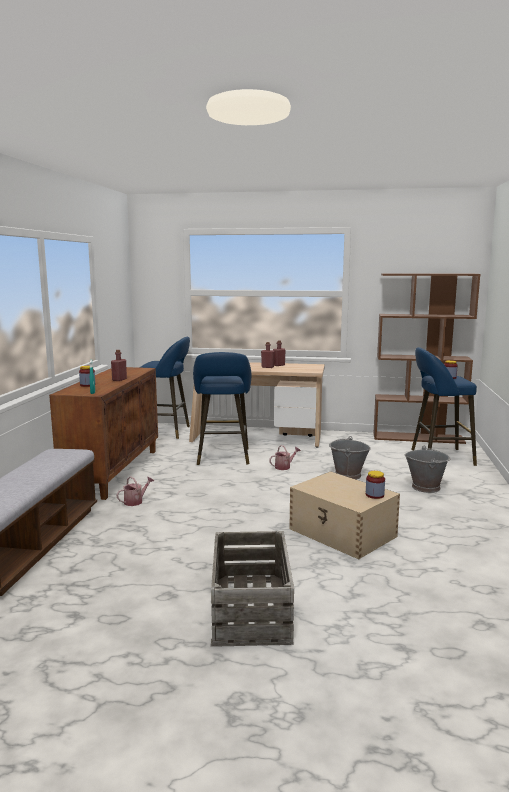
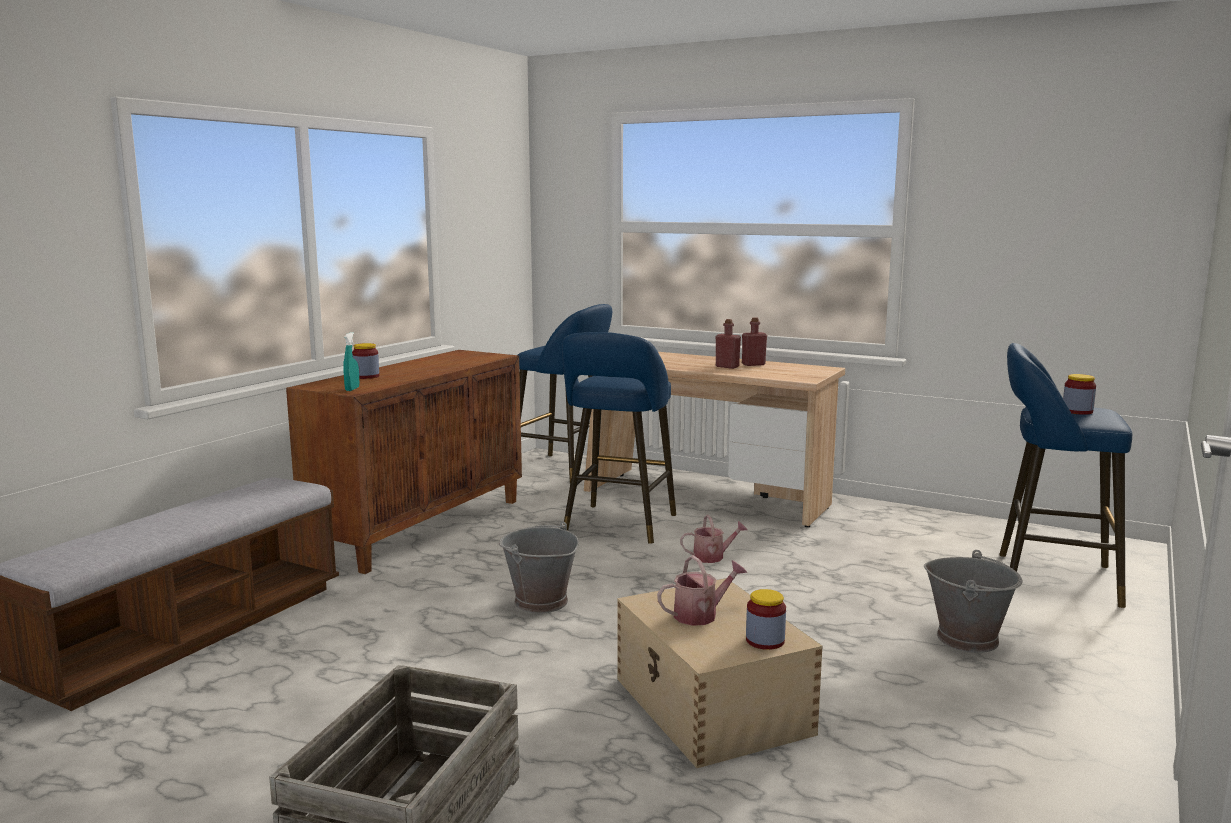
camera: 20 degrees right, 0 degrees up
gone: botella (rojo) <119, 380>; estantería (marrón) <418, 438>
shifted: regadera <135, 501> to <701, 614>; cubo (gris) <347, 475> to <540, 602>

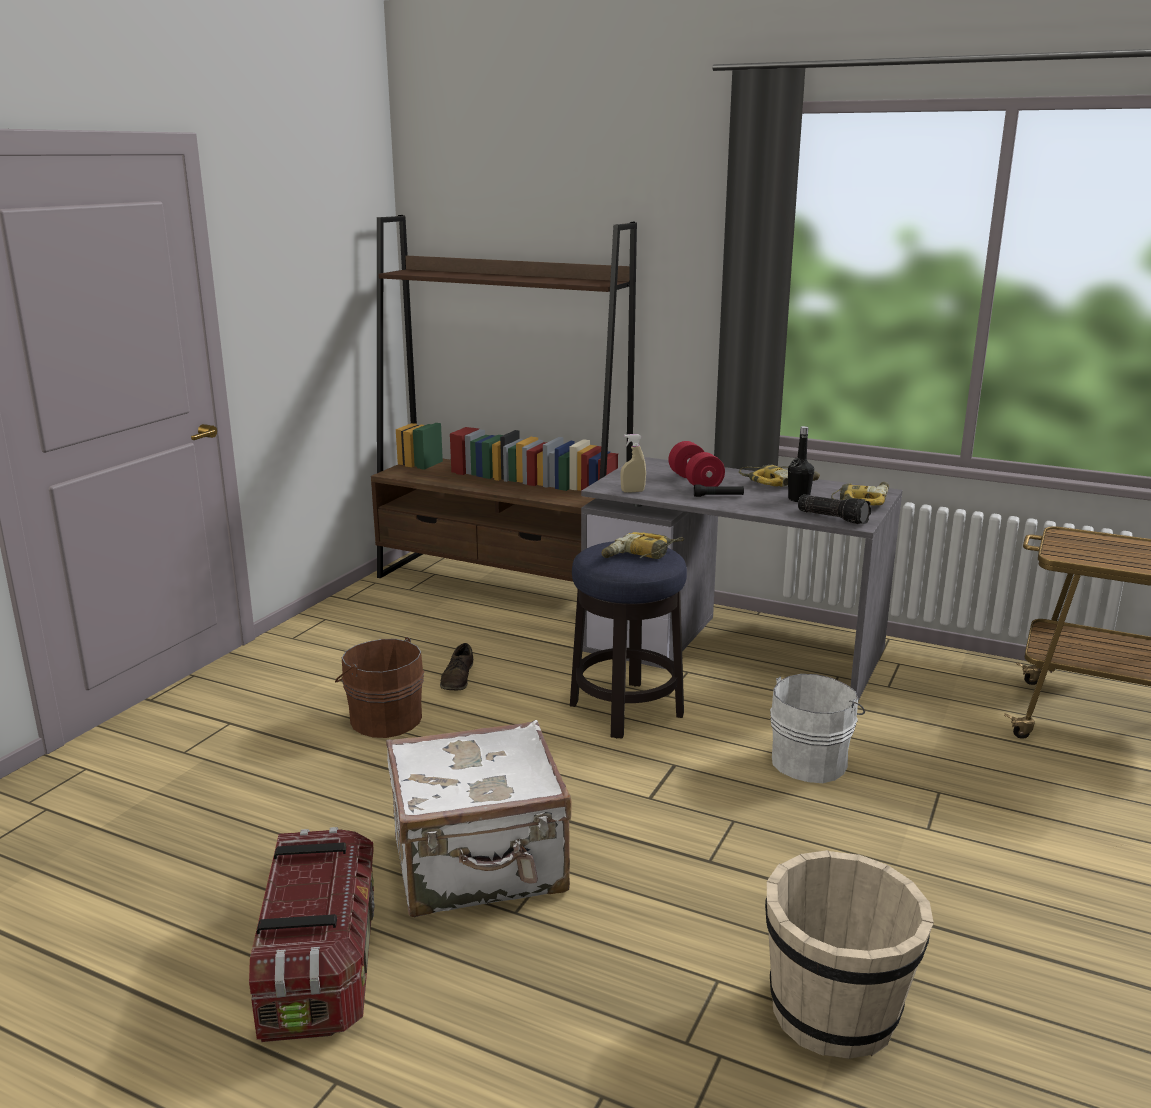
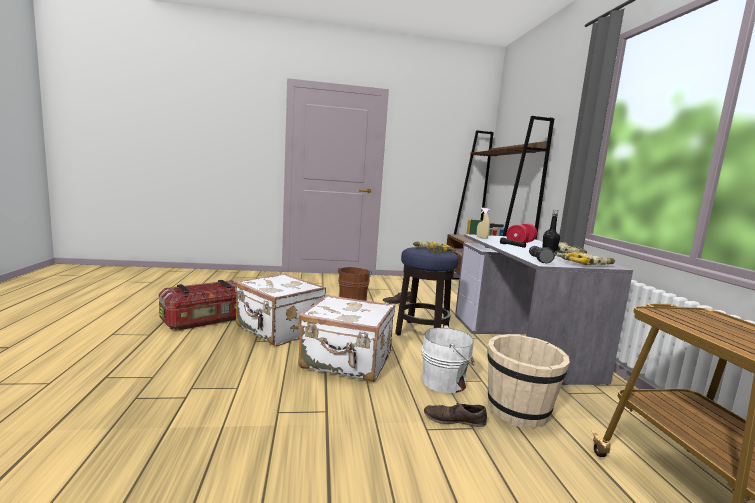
camera: 55 degrees right, 10 degrees down
new: maleta (blanco) <347, 362>; zapato (marrón) <454, 420>
shifted: cubo (beis) <835, 1013> to <518, 411>

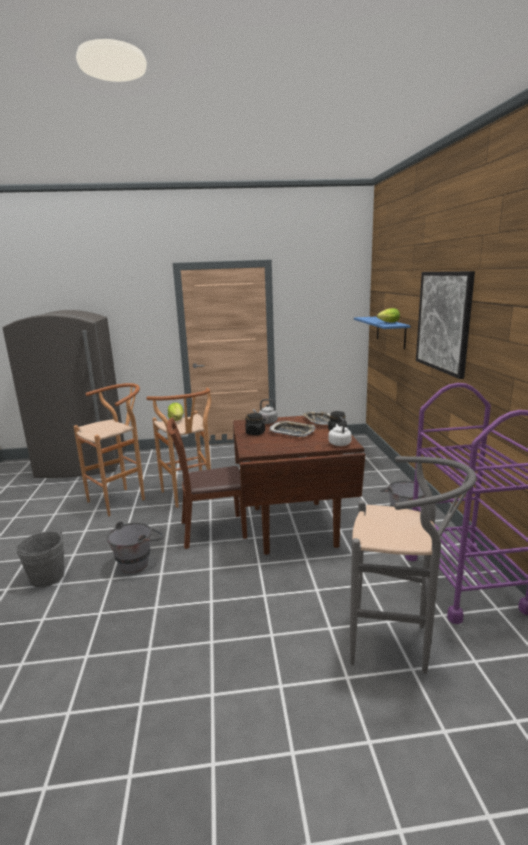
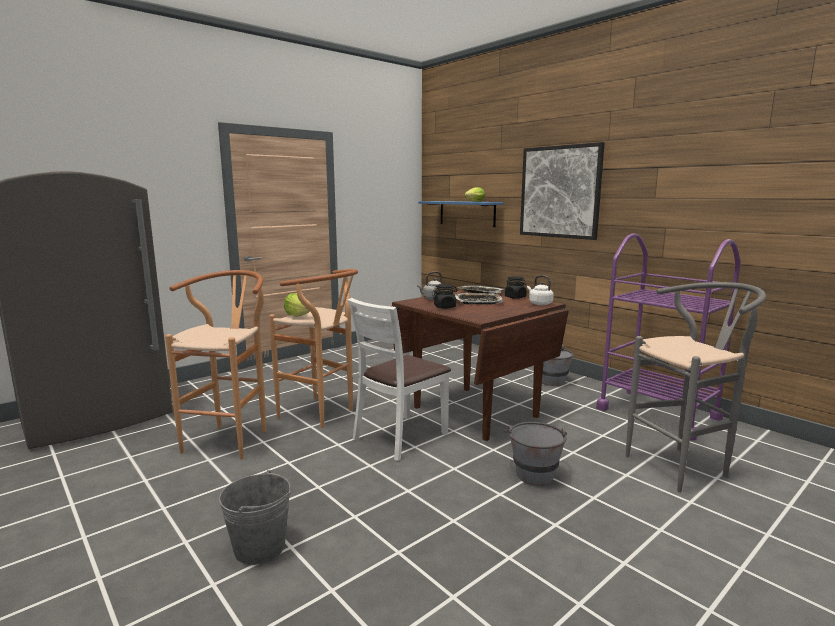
camera: 35 degrees left, 5 degrees down
shifted: cubo (gris) <139, 561> to <533, 471>
repainted: silla (marrón) <212, 530> to silla (blanco) <400, 437>

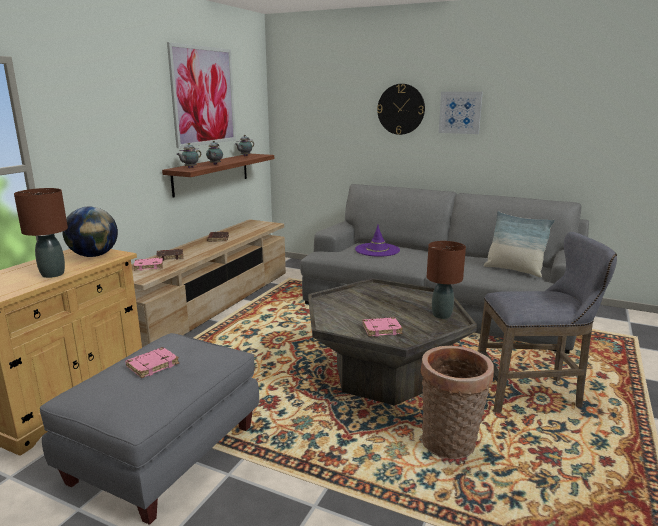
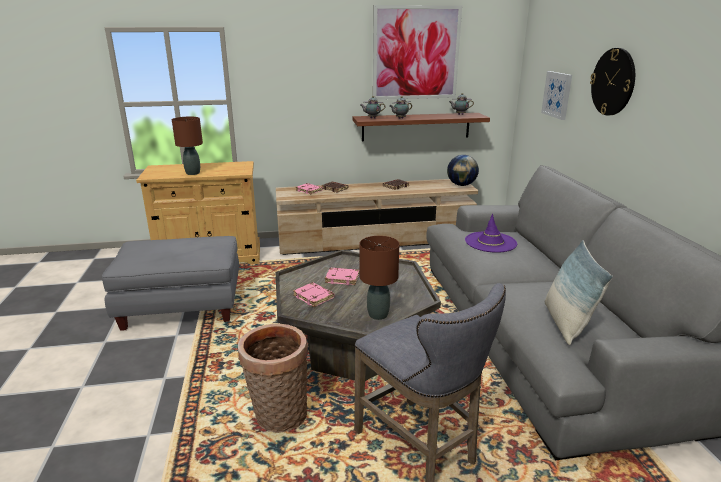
camera: 55 degrees right, 5 degrees up
shifted: globo terráqueo <94, 255> to <461, 185>; libro (rosa) <153, 365> to <343, 278>; cuadro <460, 112> to <557, 95>

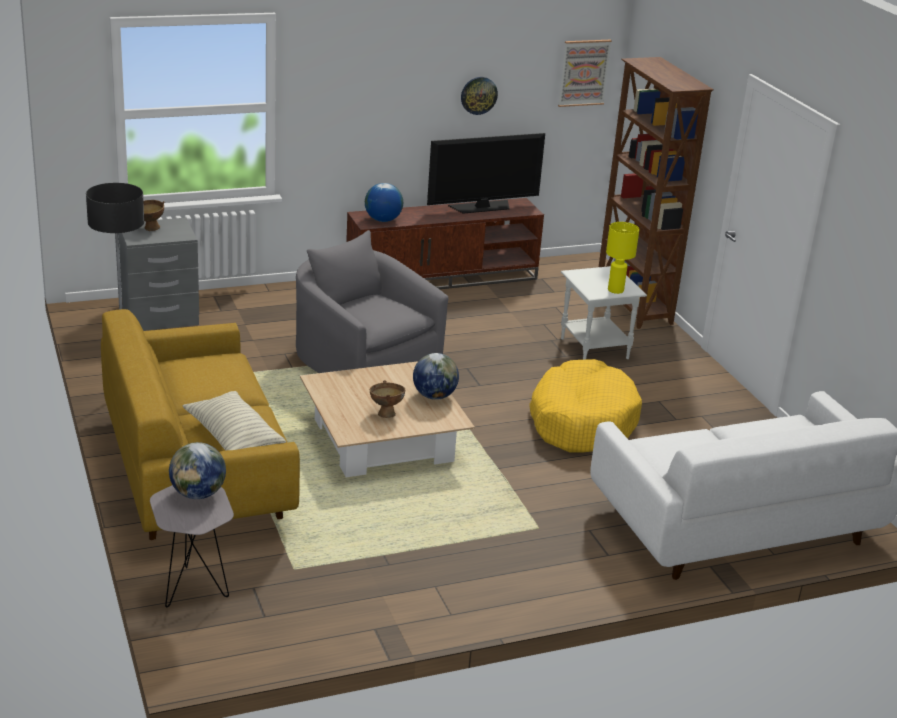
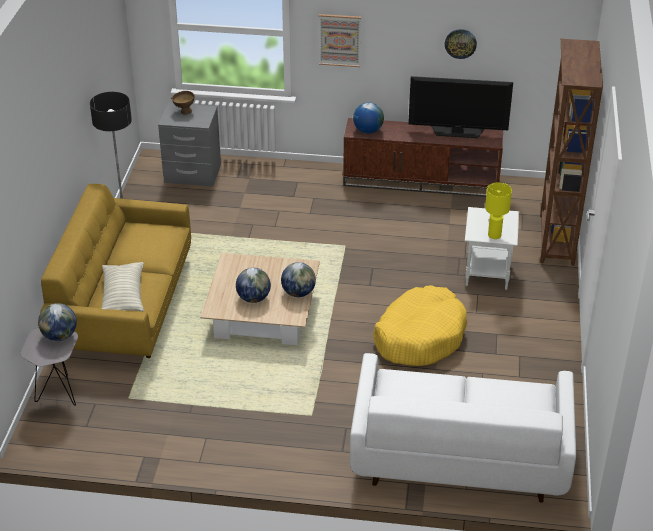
camera: 30 degrees right, 10 degrees up
gone: sillón (gris) <362, 360>
shifted: cuadro <584, 72> to <339, 40>
swapped: cuenco (marrón) <386, 412> to globo terráqueo <253, 298>

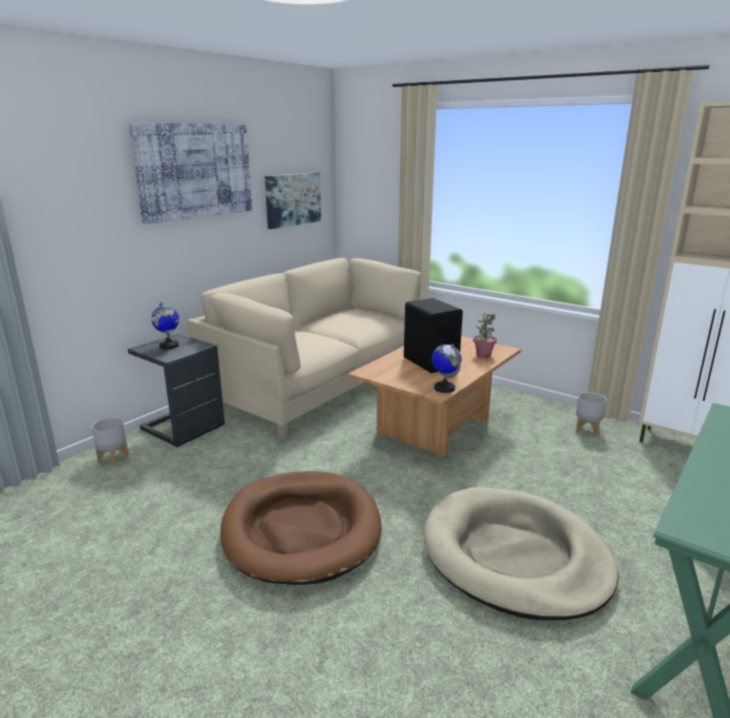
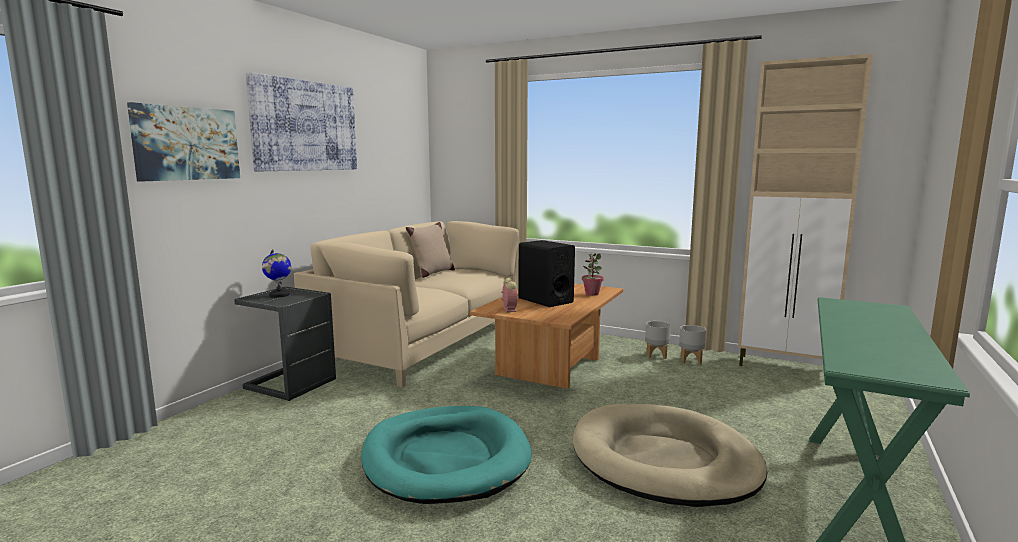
camera: 10 degrees left, 10 degrees down
gone: globo terráqueo <444, 388>
new: cojín (beis) <432, 273>; despertador <509, 309>
shifted: maceta (gris) <113, 459> to <656, 355>; cuadro <293, 199> to <186, 143>
repainted: cama para perro (marrón) <301, 530> to cama para perro (turquesa) <446, 459>

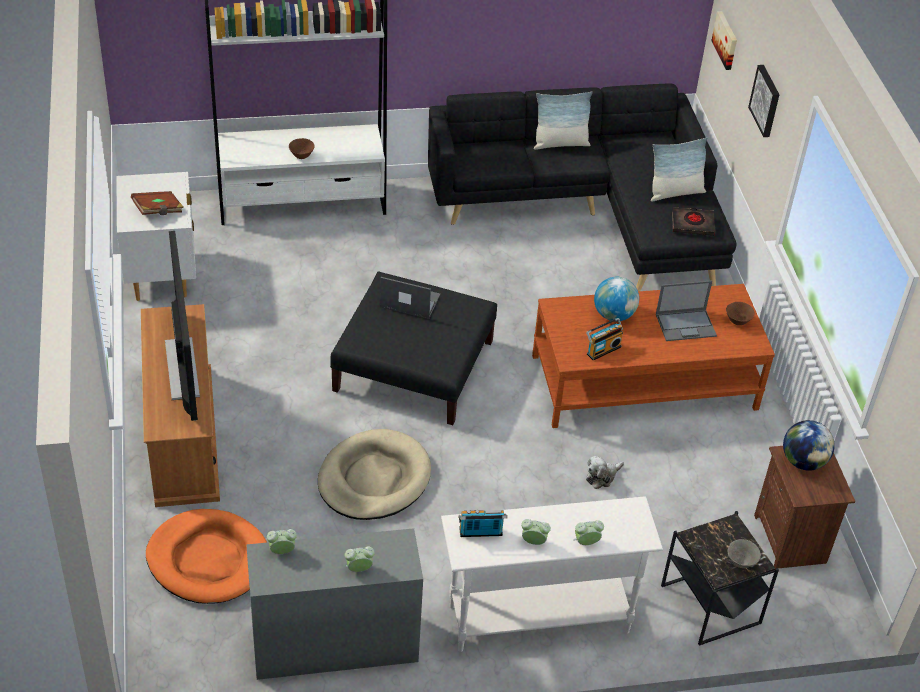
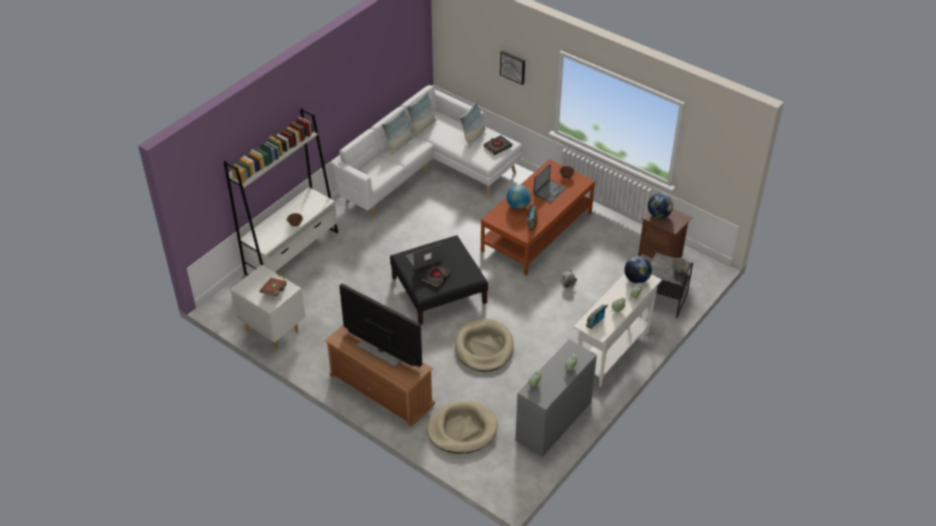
camera: 40 degrees left, 0 degrees up
gone: cuadro <726, 40>
new: cojín <422, 127>; libro (negro) <436, 276>; globo terráqueo <636, 279>
repainted: cama para perro (naranja) <208, 560> to cama para perro (beis) <462, 429>; sofá (negro) <592, 215> to sofá (blanco) <428, 173>

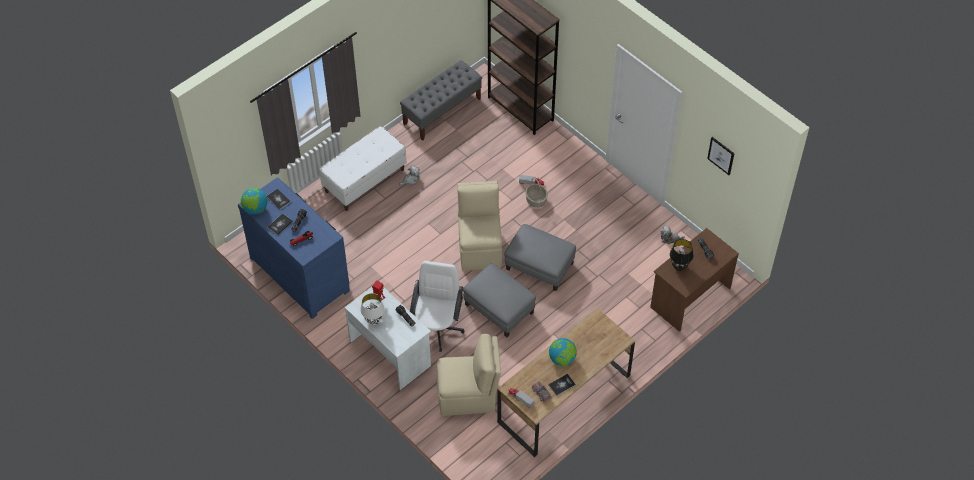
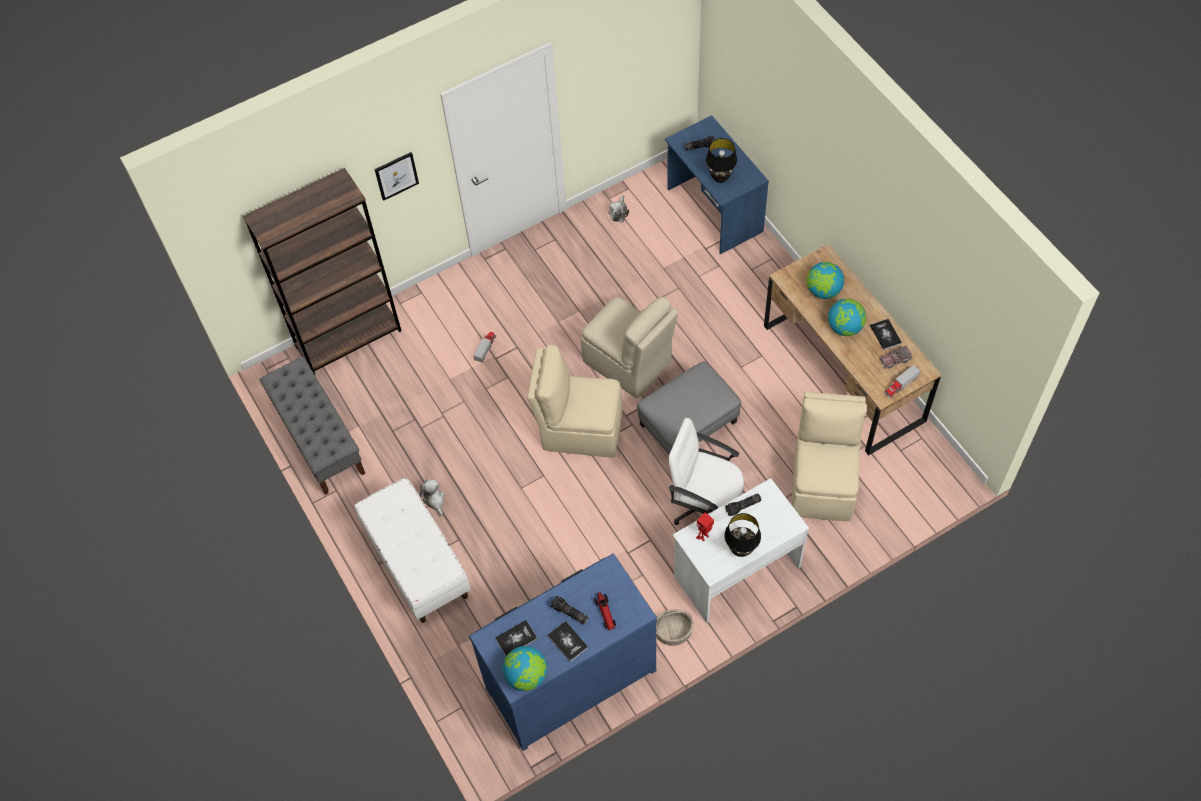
camera: 75 degrees left, 5 degrees up
new: globo terráqueo <823, 290>
shifted: cesta <536, 200> to <673, 632>; cuadro <721, 155> to <396, 175>
swapped: puf (gris) <539, 266> to silla (beis) <628, 364>
repainted: lámpara de mesa (blanco) <374, 321> to lámpara de mesa (negro) <741, 549>; escritorio (marrón) <689, 297> to escritorio (azul) <713, 211>

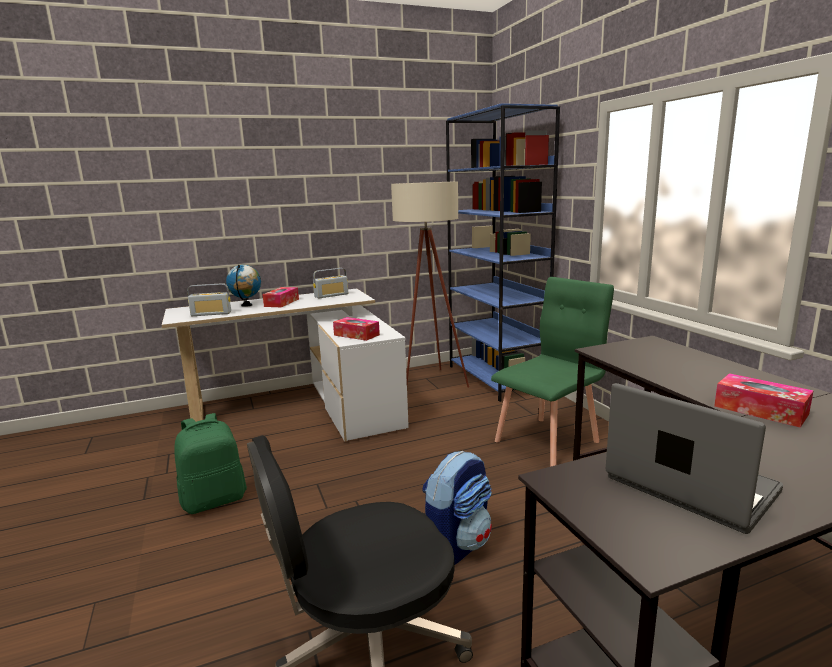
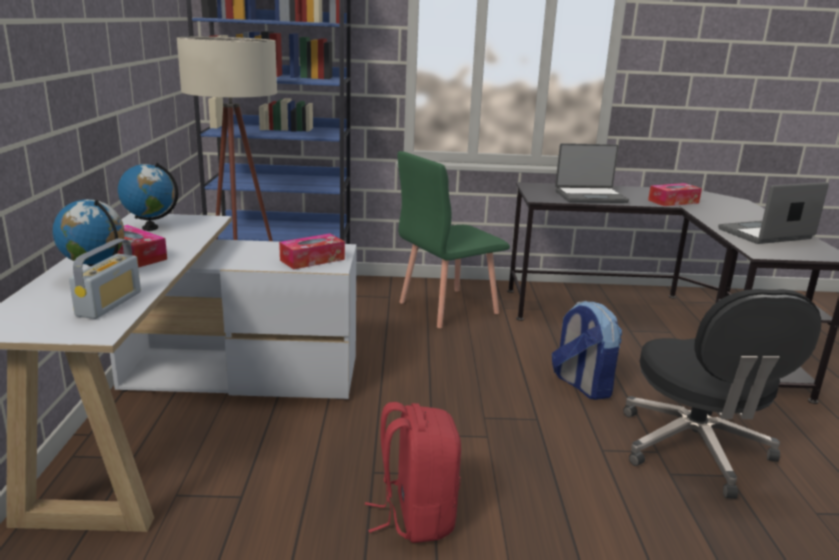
camera: 70 degrees left, 5 degrees up
new: portátil <590, 196>
swapped: radio <331, 295> to globo terráqueo <150, 228>
repainted: mochila (verde) <214, 500> to mochila (rojo) <415, 516>
rotated: silla (verde) <548, 441> = <447, 307> 105 degrees counterclockwise

